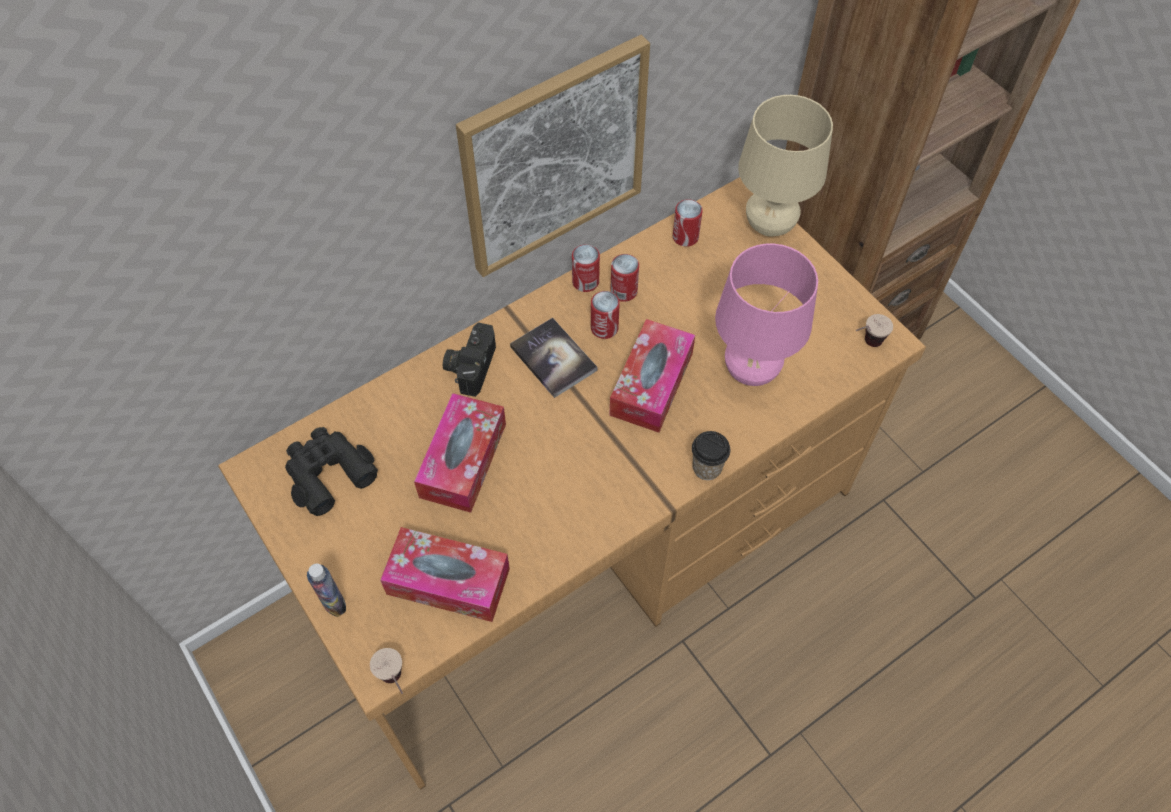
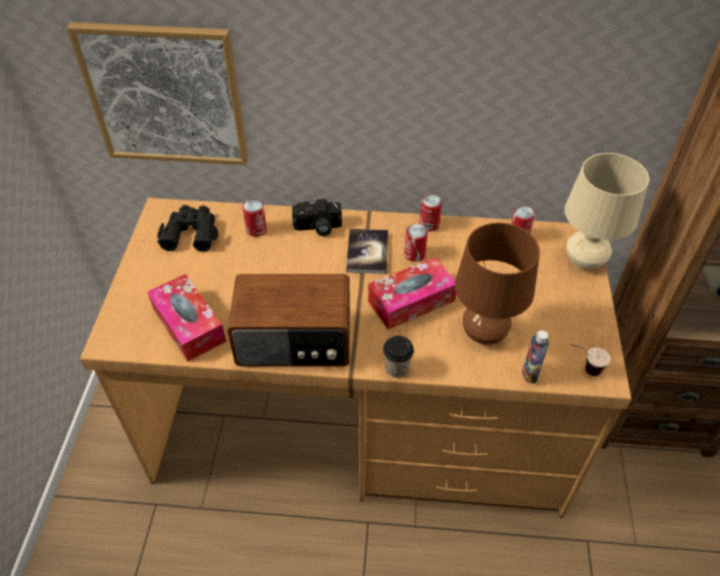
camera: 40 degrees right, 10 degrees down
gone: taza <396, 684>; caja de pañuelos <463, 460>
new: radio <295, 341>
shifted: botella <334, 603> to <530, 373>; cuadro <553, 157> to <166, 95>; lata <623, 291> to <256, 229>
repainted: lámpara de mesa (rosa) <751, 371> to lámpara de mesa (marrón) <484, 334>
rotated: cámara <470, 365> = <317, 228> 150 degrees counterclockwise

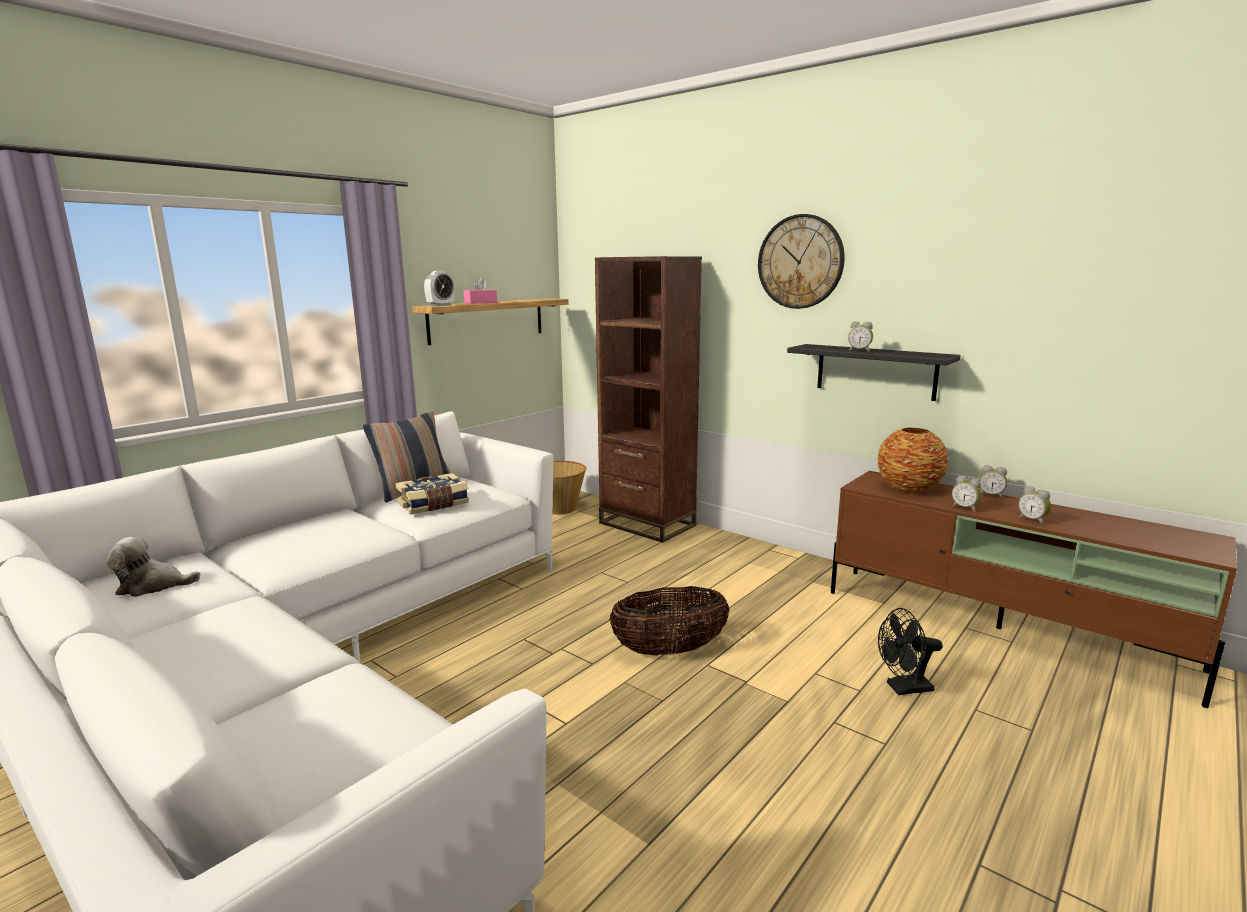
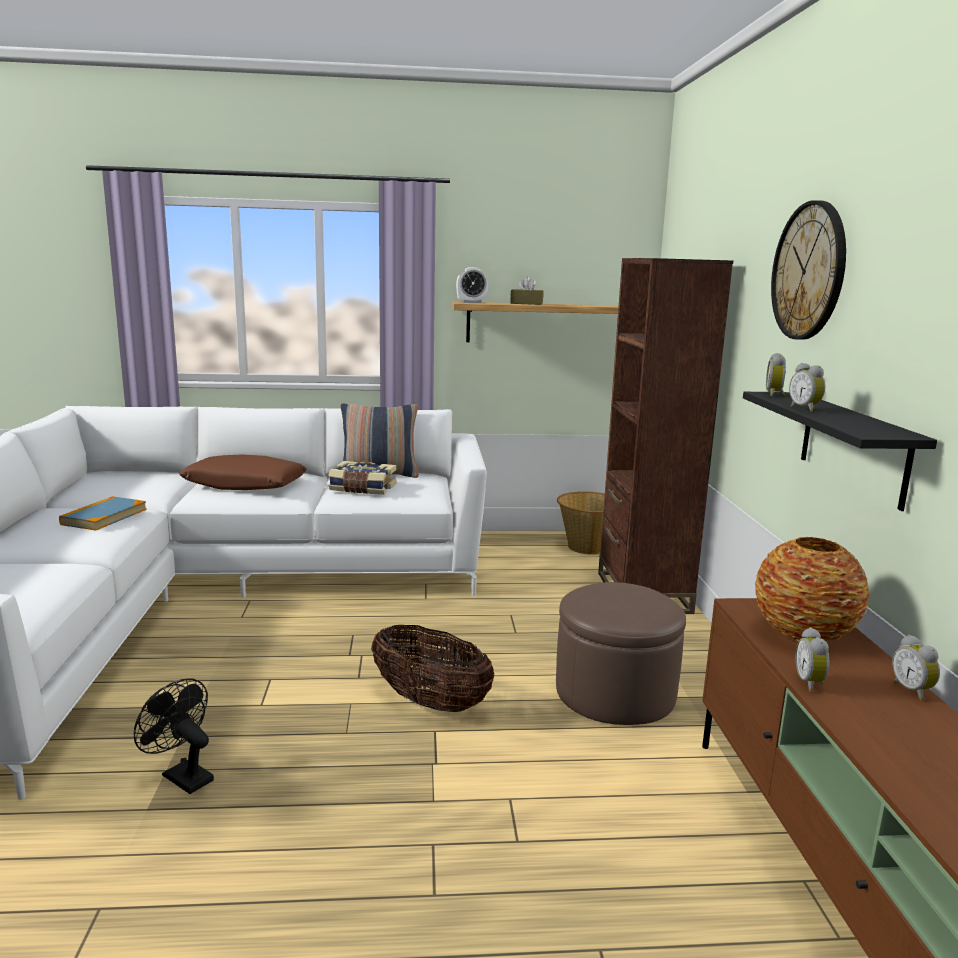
camera: 45 degrees right, 0 degrees up
gone: peluche <153, 586>
new: libro <104, 517>; cojín (marrón) <245, 485>; puf (marrón) <615, 692>
shifted: ventilador (negro) <903, 688> to <182, 776>; despertador <1033, 520> to <775, 395>
repainted: caja de pañuelos (rosa) <480, 302> to caja de pañuelos (marrón) <526, 303>

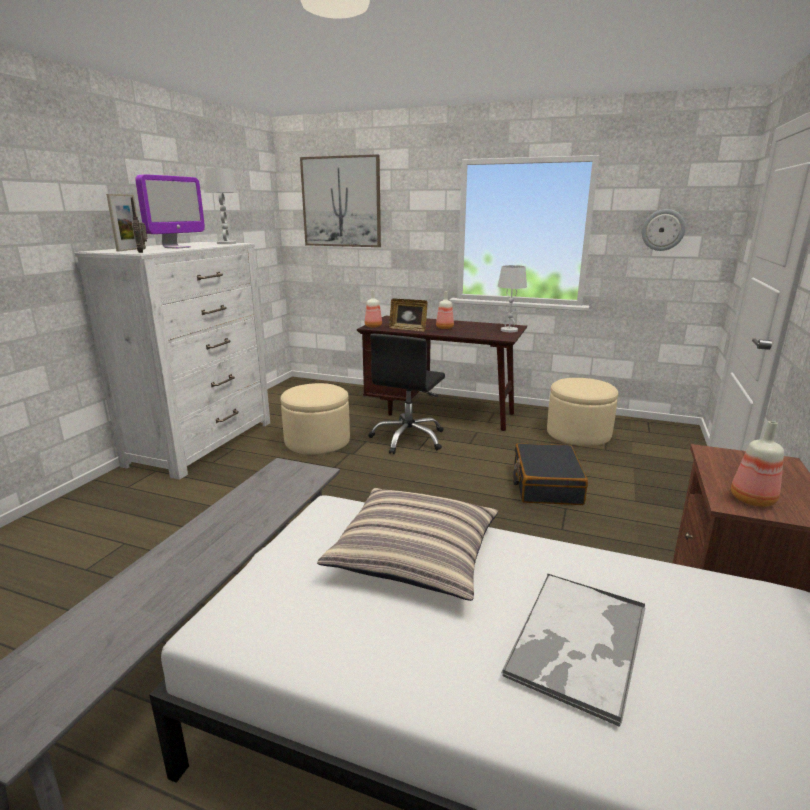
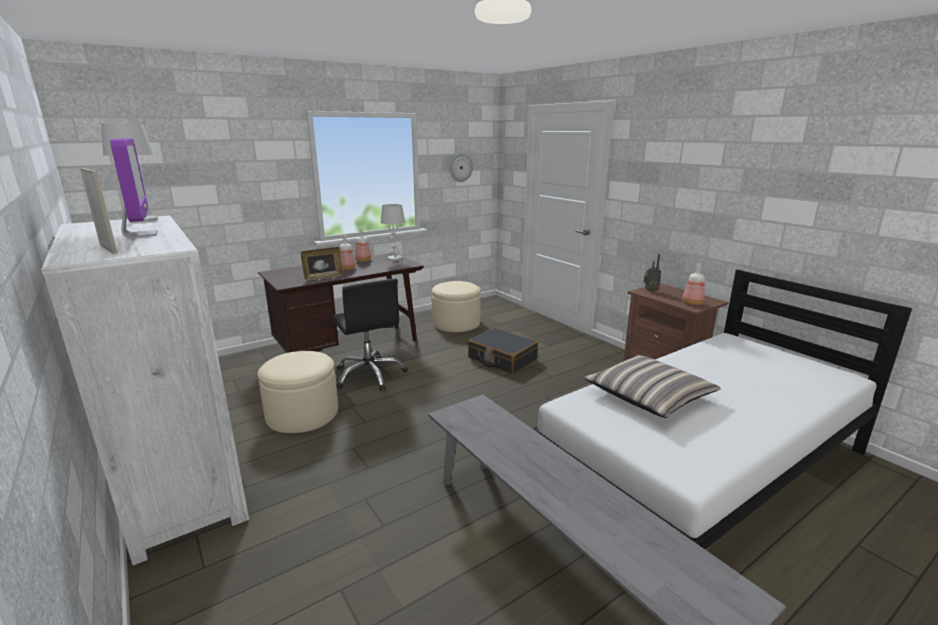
camera: 55 degrees left, 0 degrees up
gone: cuadro <341, 202>; bandeja <577, 642>
shifted: radio <143, 252> to <650, 290>; botella <373, 326> to <363, 260>

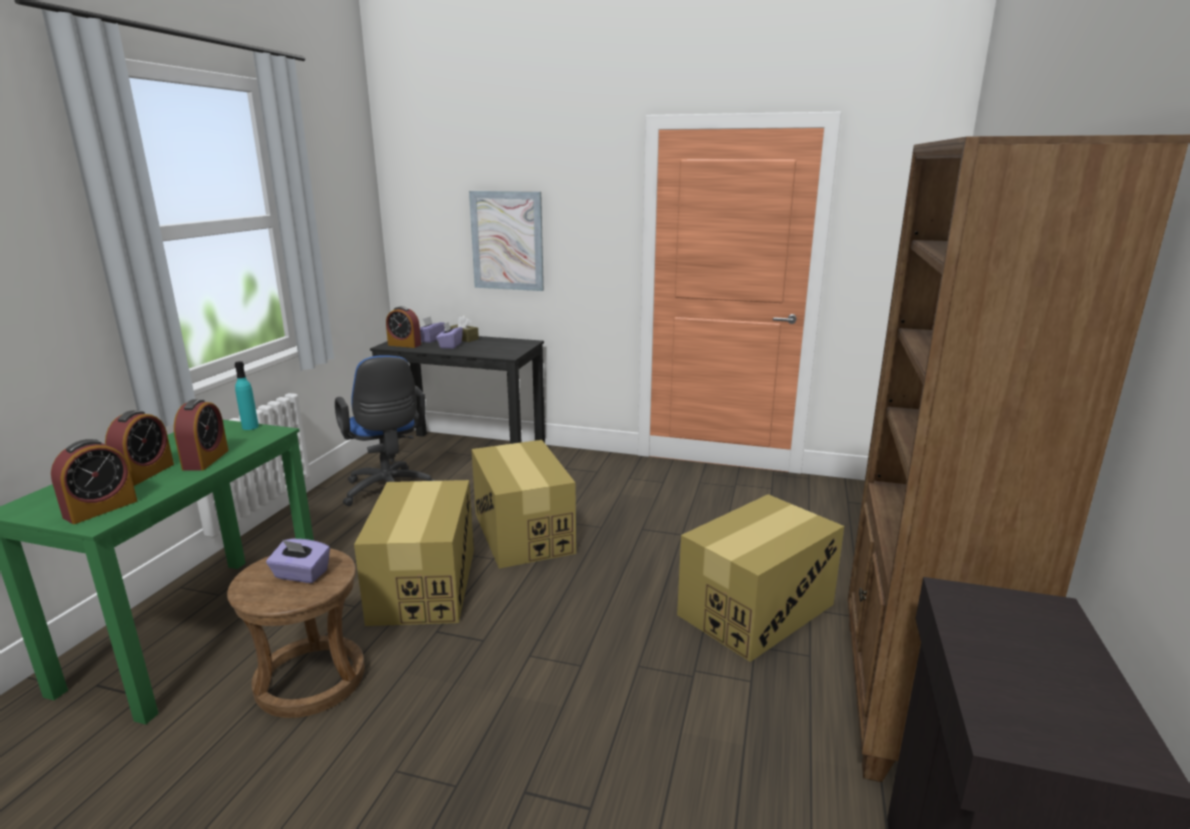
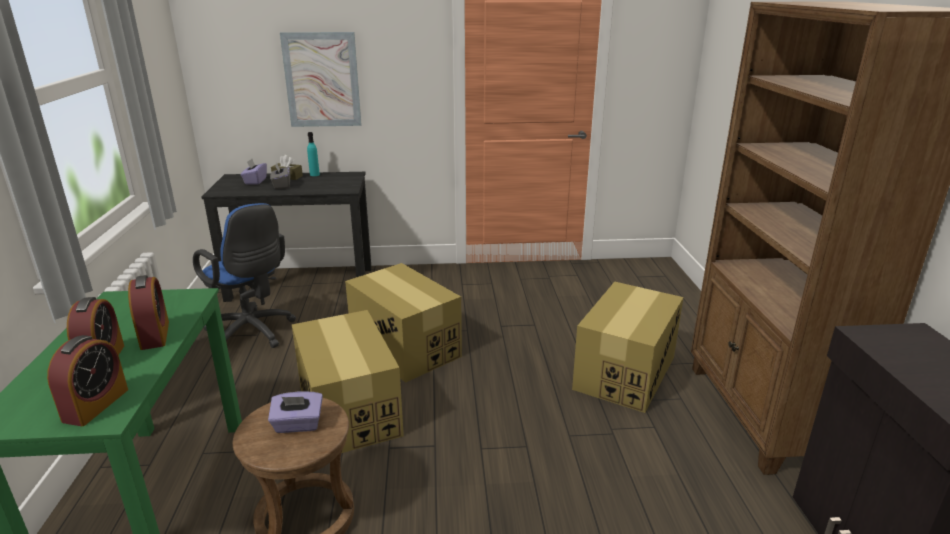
camera: 20 degrees left, 5 degrees up
gone: despertador <404, 345>
shifted: botella (turquesa) <250, 427> to <314, 174>
repainted: caja de pañuelos (morado) <450, 345> to caja de pañuelos (gris) <281, 185>

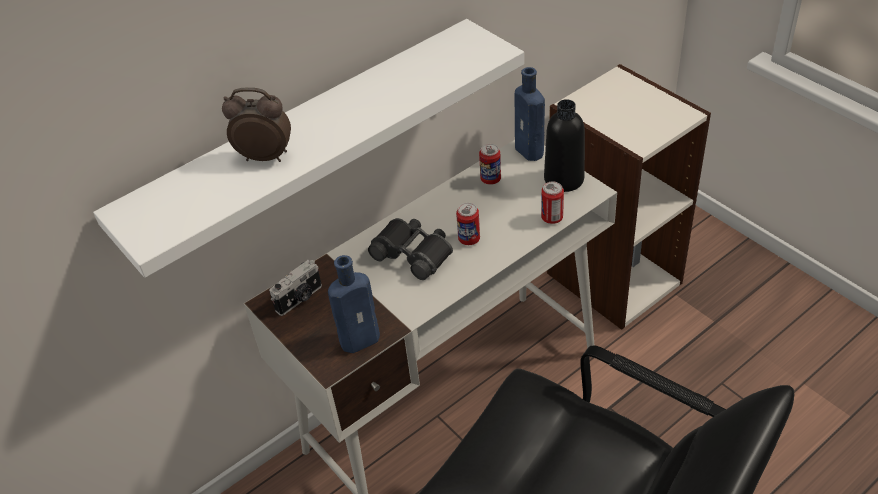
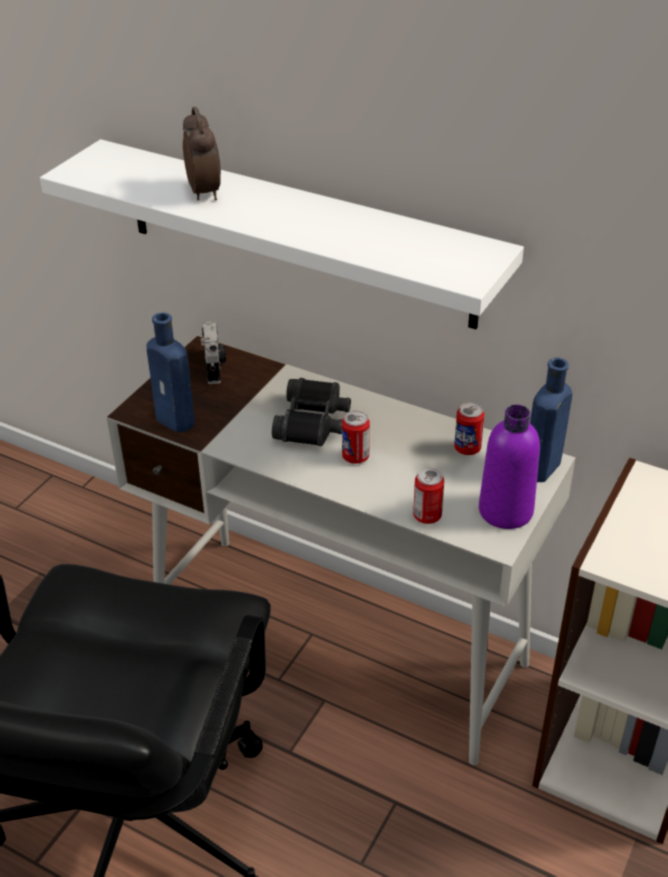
camera: 65 degrees right, 5 degrees down
repainted: botella (negro) <564, 179> to botella (morado) <505, 511>
rotated: cámara <300, 299> = <215, 366> 120 degrees counterclockwise

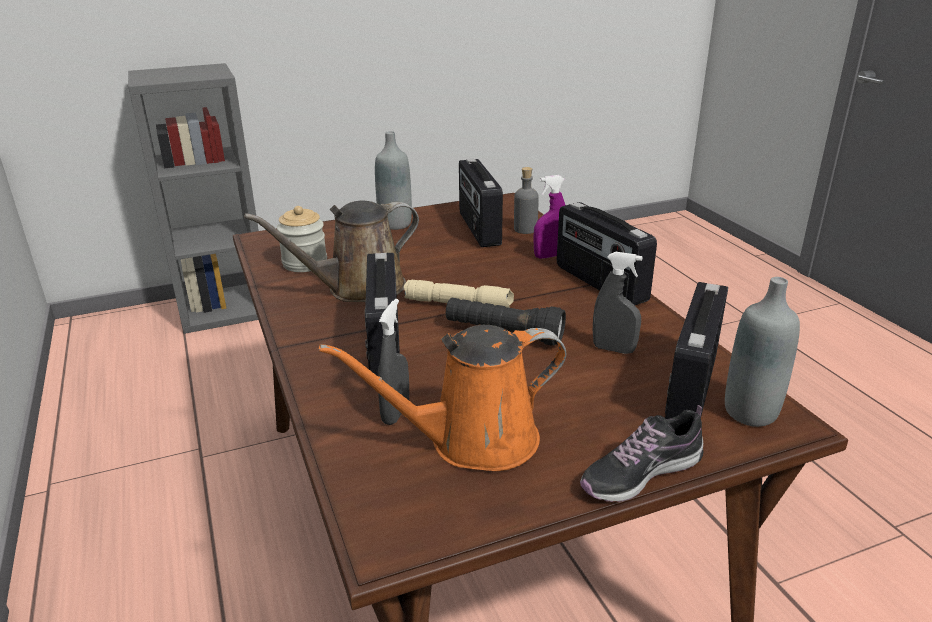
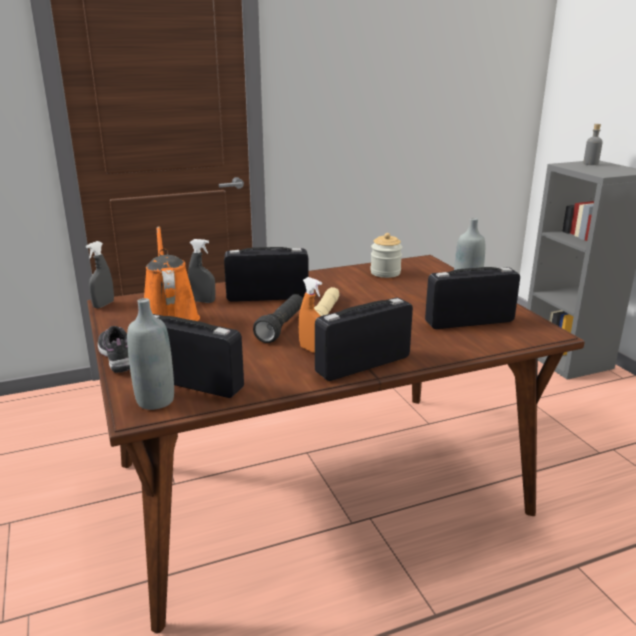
camera: 90 degrees right, 5 degrees down
gone: regadera (marrón) <359, 288>; pulverizador (morado) <549, 256>
new: pulverizador (naranja) <312, 350>
shifted: botella (gris) <525, 229> to <590, 164>; pulverizador (gris) <613, 349> to <103, 305>

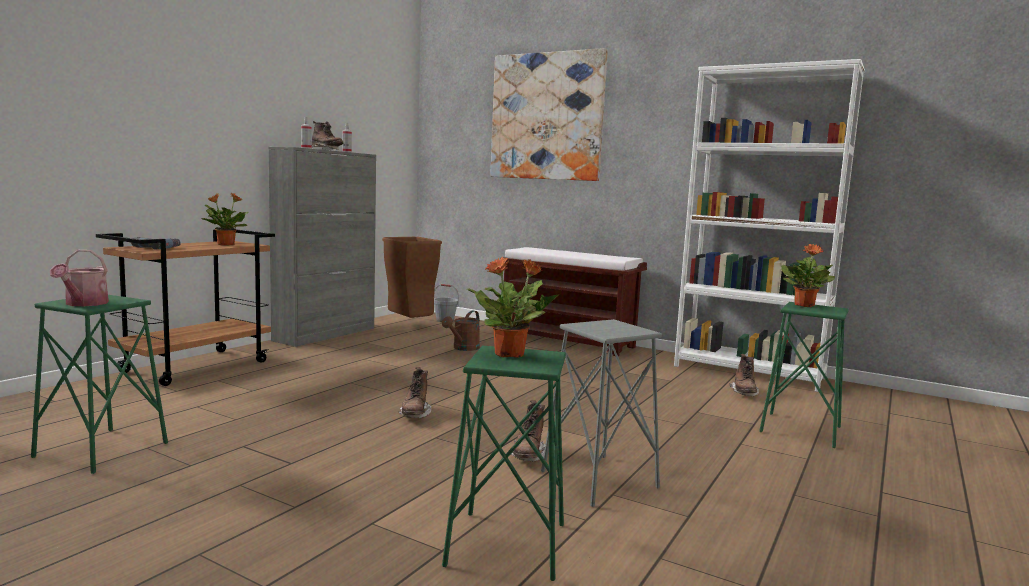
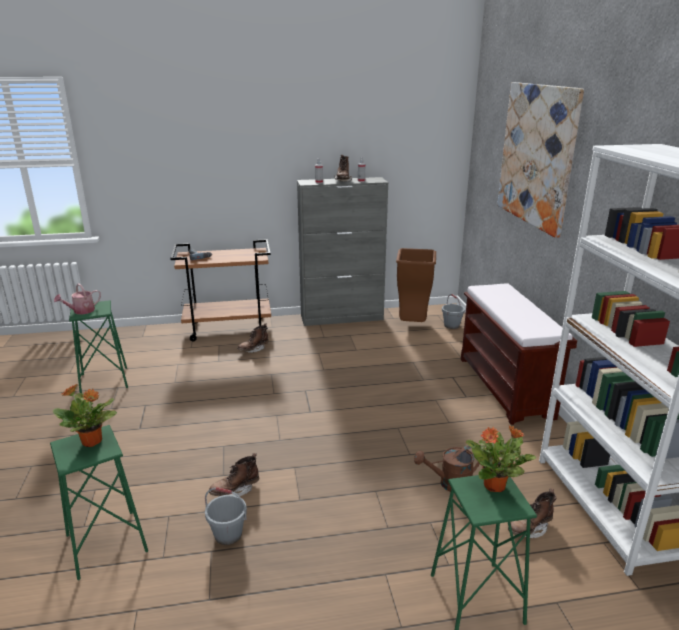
camera: 50 degrees right, 15 degrees up
gone: planta en maceta <225, 244>
shifted: bota (marrón) <415, 414> to <253, 349>; regadera (marrón) <463, 348> to <449, 484>
swapped: taburete (gris) <598, 479> to cubo (gris) <228, 535>

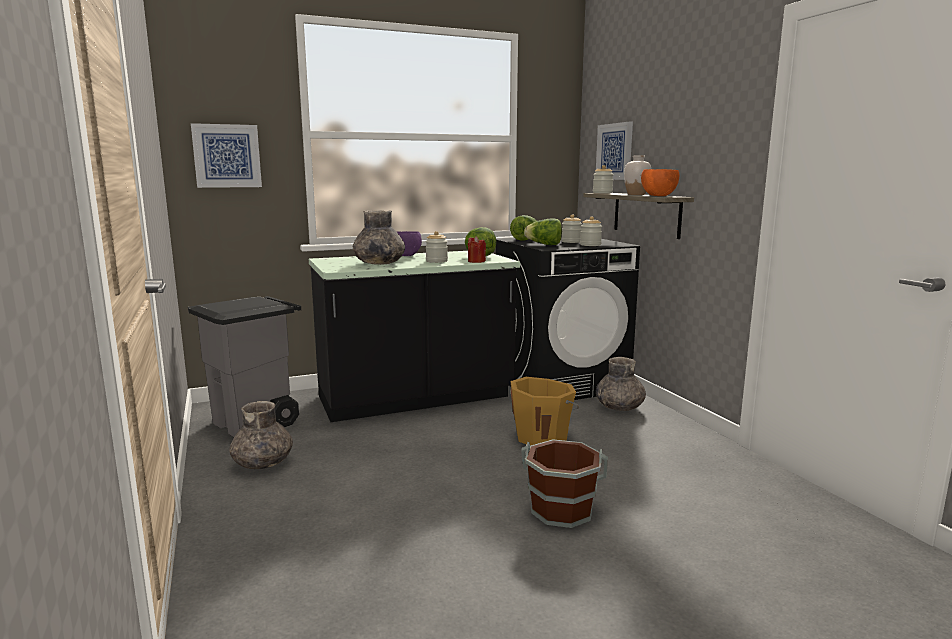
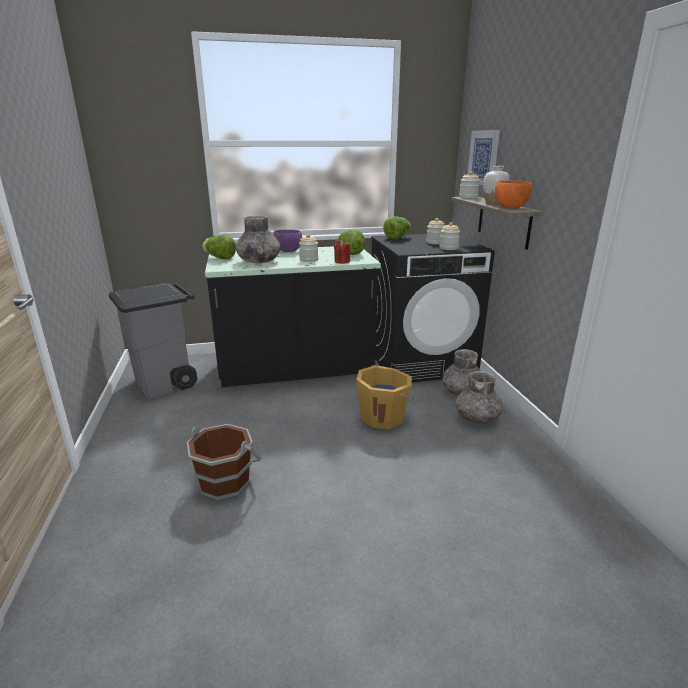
camera: 10 degrees right, 10 degrees up
gone: cuadro <227, 156>
shifted: florero (gris) <263, 463> to <477, 417>; cubo (marrón) <561, 509> to <225, 481>; lechuga <544, 245> to <220, 258>

